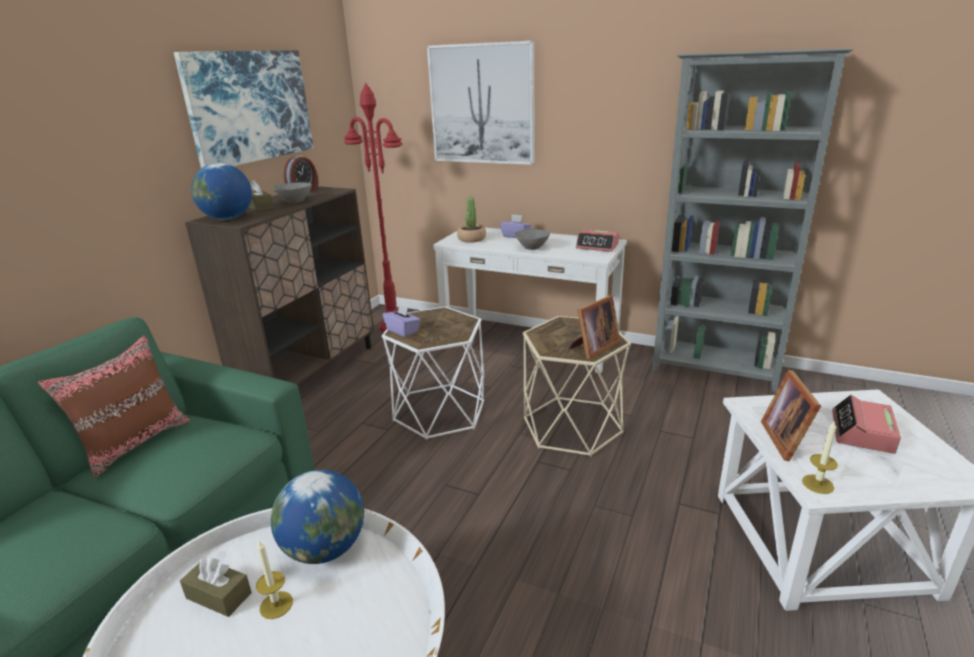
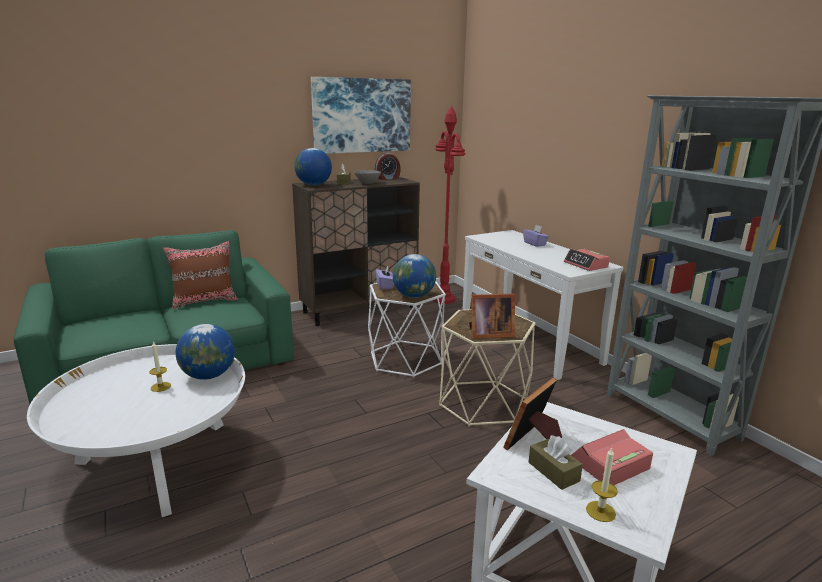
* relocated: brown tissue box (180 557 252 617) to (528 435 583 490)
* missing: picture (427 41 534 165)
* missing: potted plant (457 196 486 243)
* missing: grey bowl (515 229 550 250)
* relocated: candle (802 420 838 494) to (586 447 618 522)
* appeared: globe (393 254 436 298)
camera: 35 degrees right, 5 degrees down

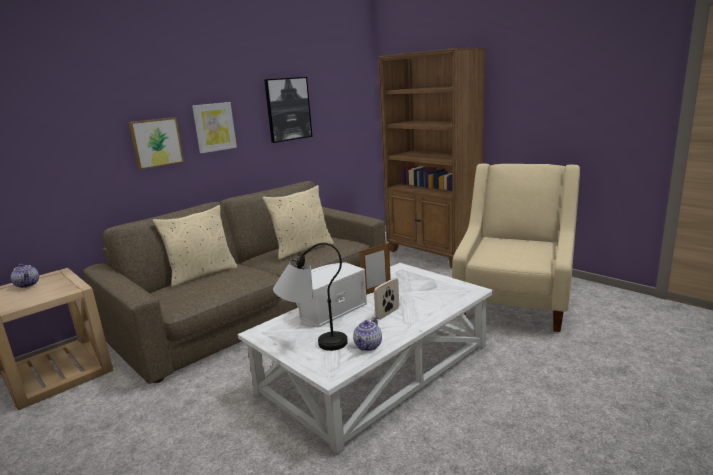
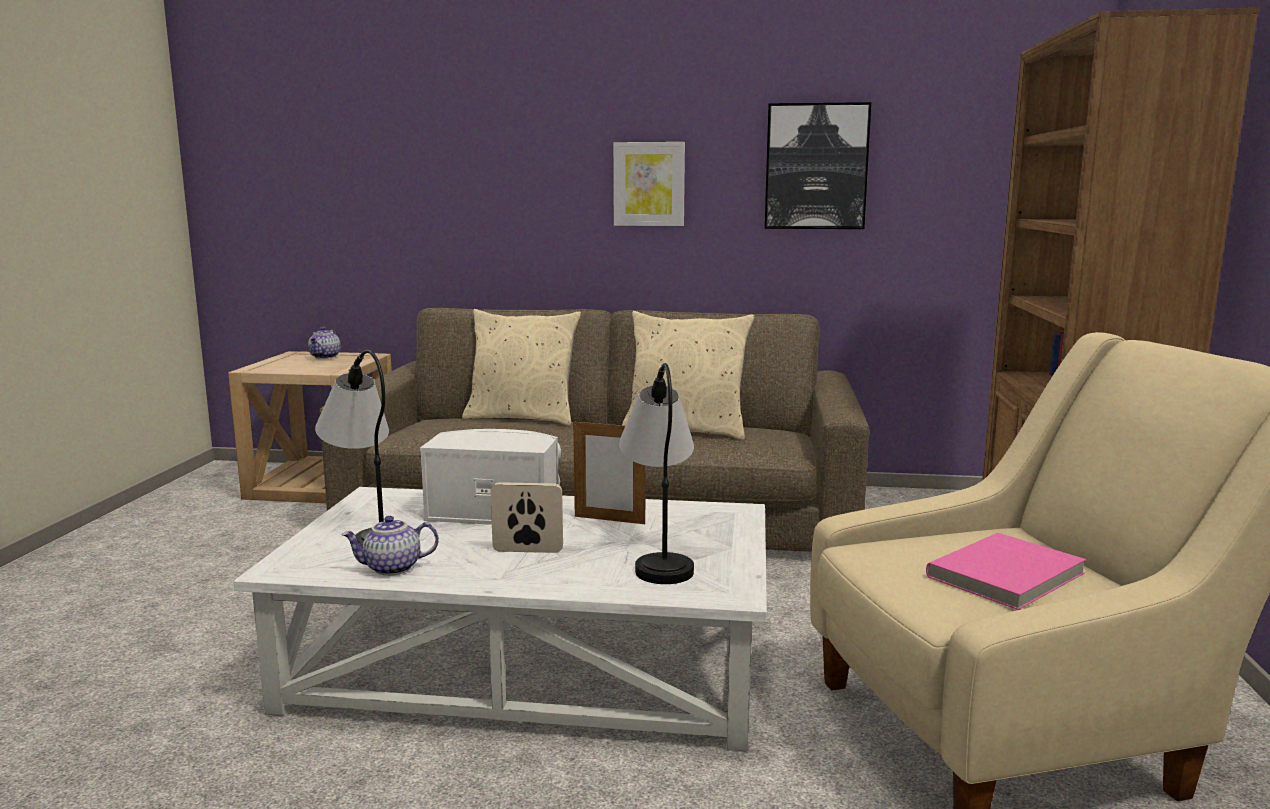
* missing: picture (128 117 184 170)
* appeared: table lamp (619 363 694 584)
* appeared: pink book (926 533 1086 610)
camera: 50 degrees right, 5 degrees down

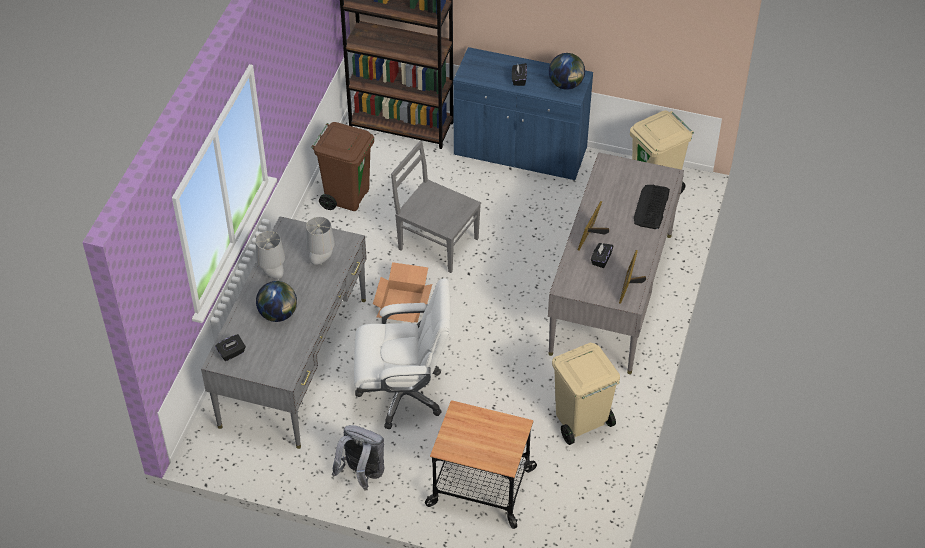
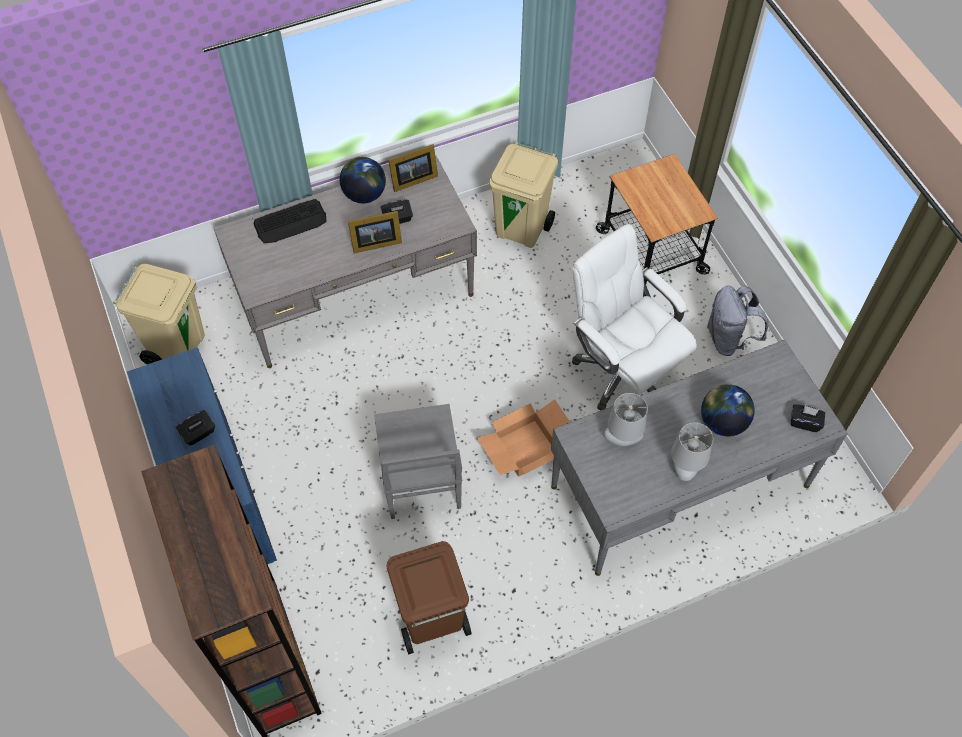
* relocated: globe (549 53 585 90) to (340 157 386 203)
camera: 130 degrees left, 10 degrees up

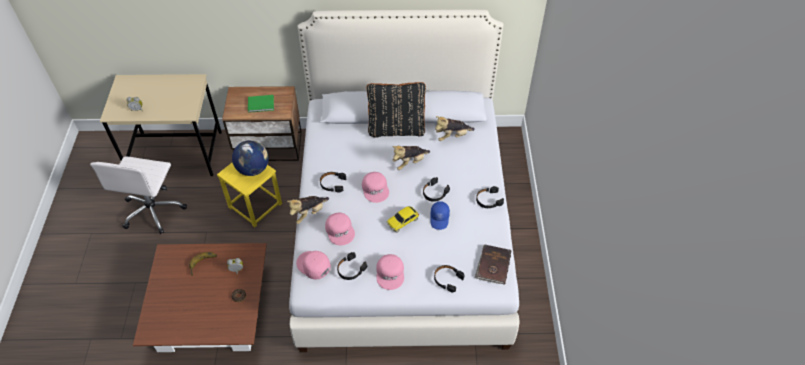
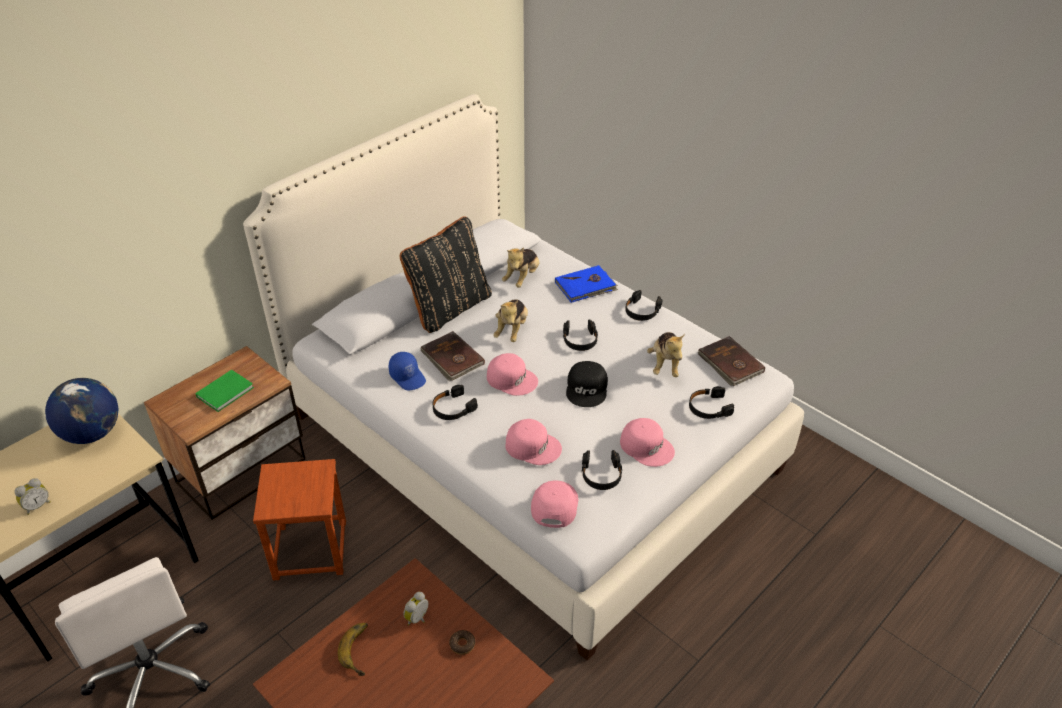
* colour: yellow stool (217 163 282 227) to brown stool (253 459 346 581)
* relocated: globe (232 140 269 176) to (45 378 118 444)
* relocated: plush toy (287 196 329 224) to (647 332 685 377)
* spun: pink cap (296 251 331 279) = (531 480 578 528) 105 degrees clockwise
* exchanged: toy car (387 206 419 233) to black cap (566 361 608 407)
* relocated: blue cap (431 201 450 230) to (389 352 426 390)
* appeared: brown book (421 331 485 381)
* appeared: blue book (555 265 618 303)
camera: 45 degrees left, 10 degrees down

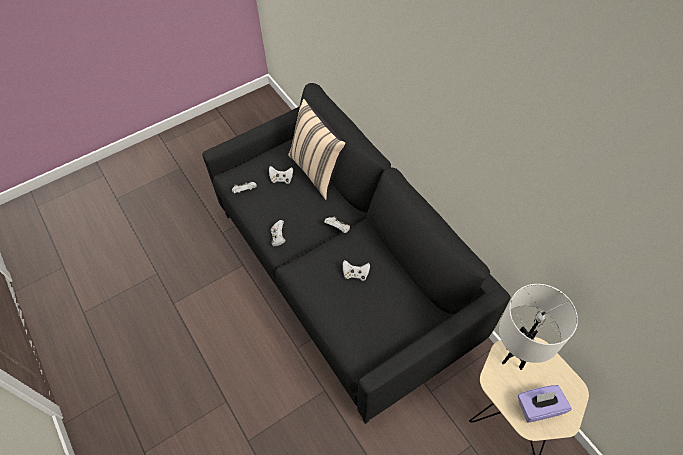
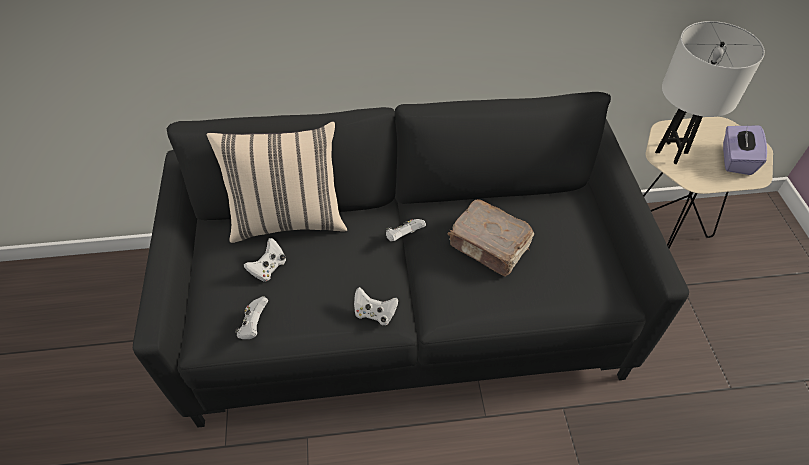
* exchanged: white game controller (343 260 370 281) to brown book (448 199 534 277)
camera: 65 degrees left, 5 degrees down

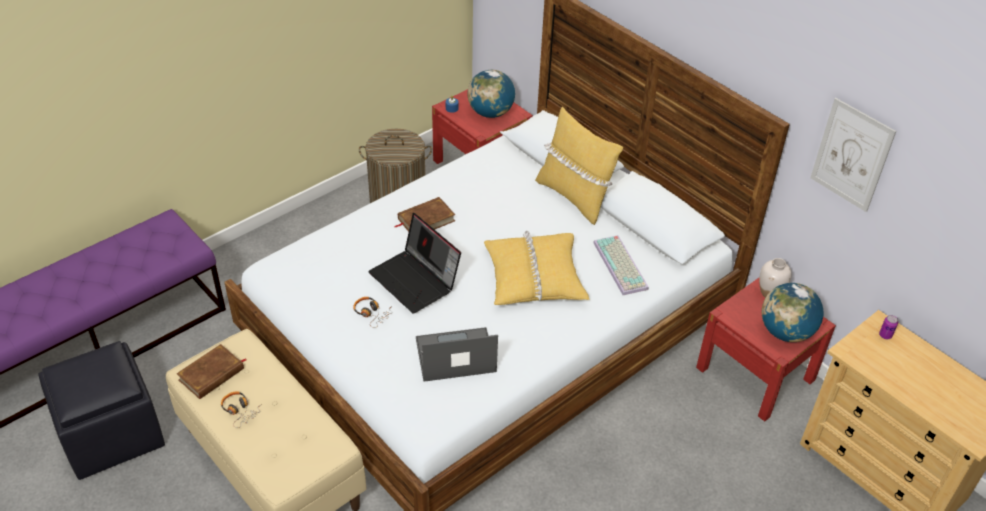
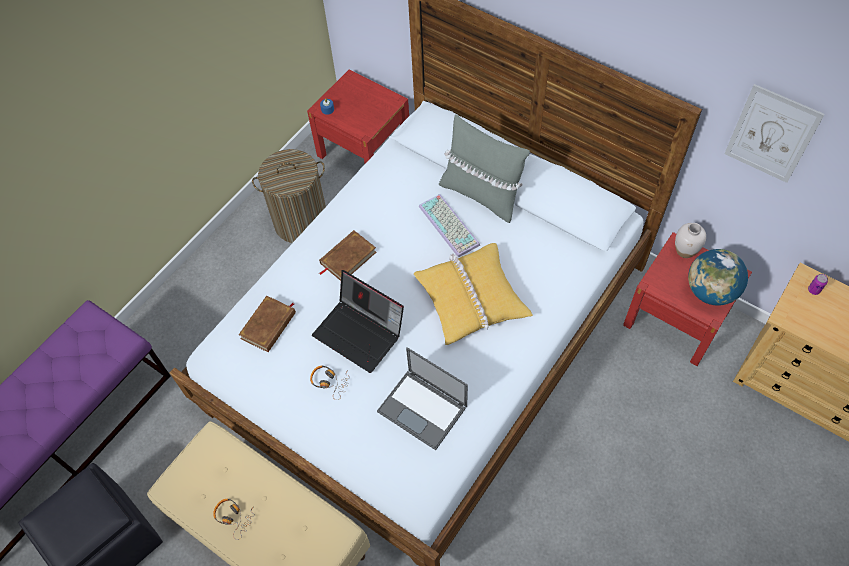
* relocated: brown book (177 344 246 399) to (239 296 296 352)
* spun: laptop (416 327 498 382) = (377 347 468 450) 120 degrees counterclockwise
* missing: globe (468 70 515 118)
* colour: yellow pillow (535 107 623 225) to grey pillow (439 114 530 223)
* relocated: keyboard (593 235 649 295) to (419 194 480 258)
camera: 10 degrees left, 15 degrees up

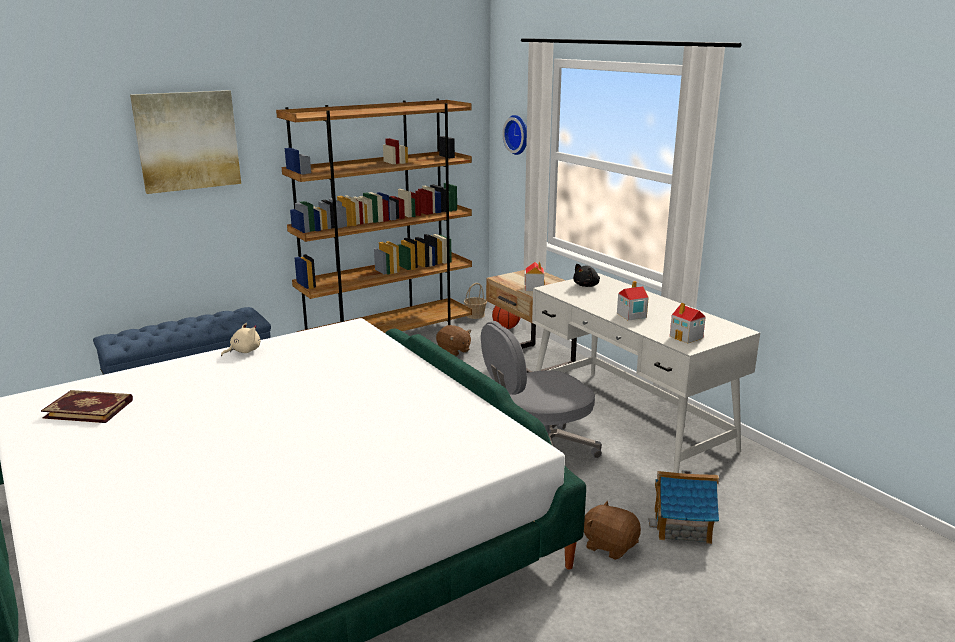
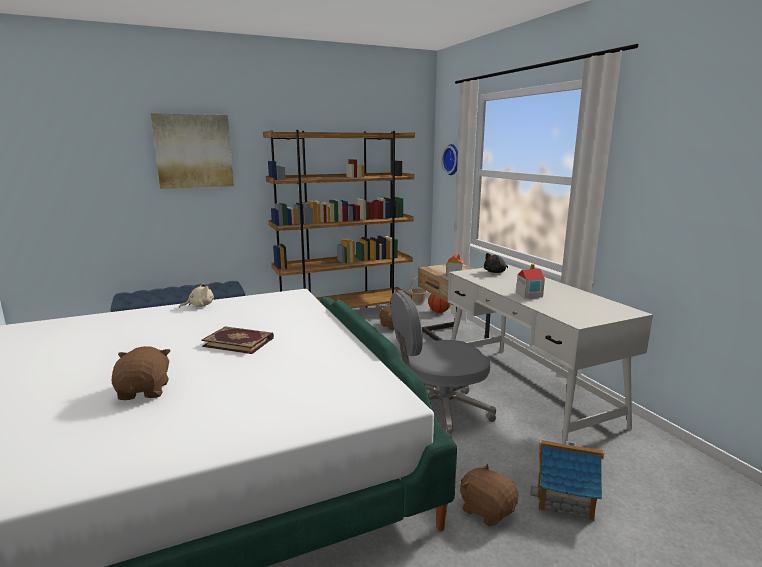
* relocated: book (41 390 133 423) to (201 326 274 354)
* missing: toy house (670 302 706 343)
* appeared: brown plush toy (112 346 171 400)
camera: 10 degrees right, 5 degrees down

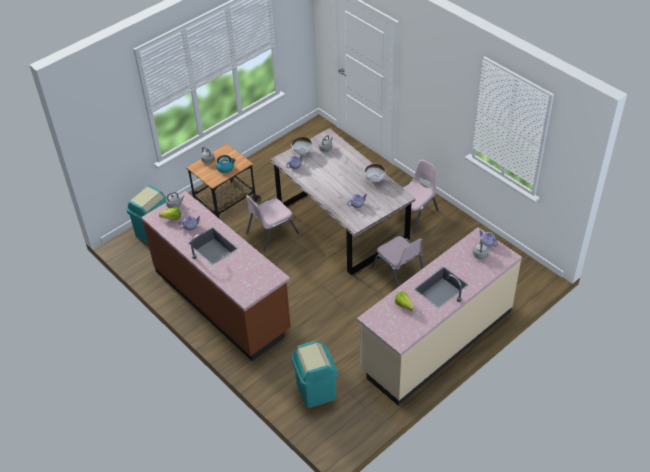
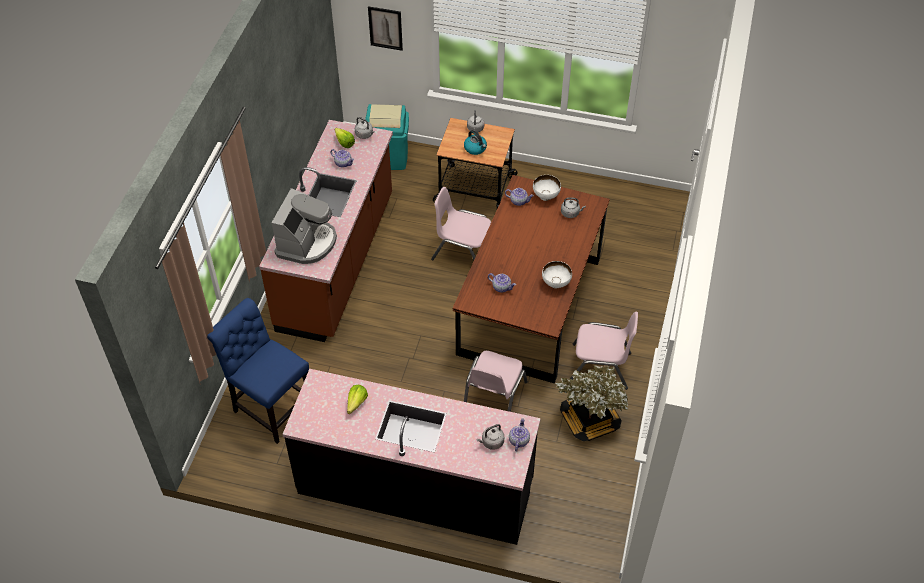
* colour: grey dining table (270 128 416 275) to brown dining table (453 175 610 384)
* exchanged: turquoise trash can (292 341 338 408) to blue chair (207 298 309 444)
* colour: beige counter (357 227 522 405) to black counter (283 369 541 545)
* appeared: coffee machine (272 188 337 264)
* appeared: picture (368 6 403 51)
* appeared: potted plant (556 365 628 441)
camera: 55 degrees right, 5 degrees up

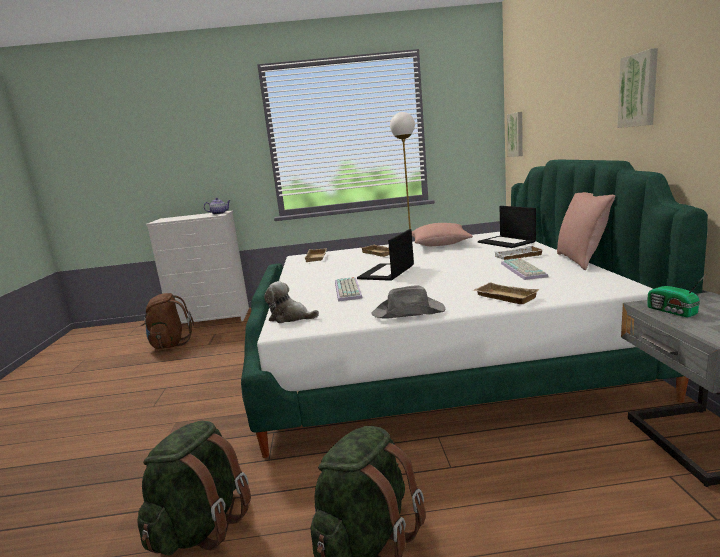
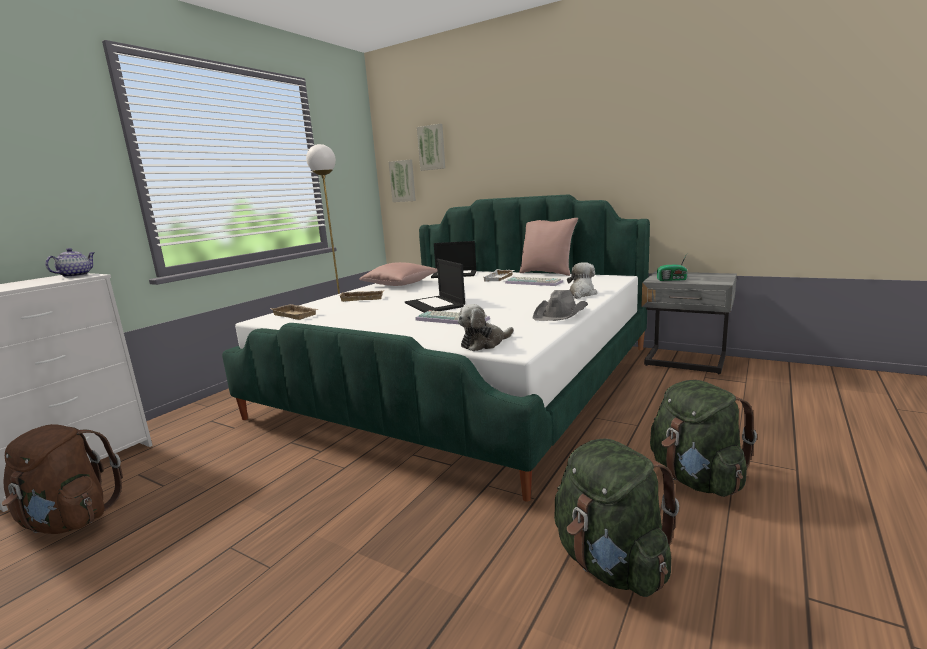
* exchanged: beige tray (473 282 540 304) to plush toy (567 262 597 299)
* relocated: picture (617 48 658 128) to (417 124 445 171)
camera: 55 degrees left, 0 degrees up

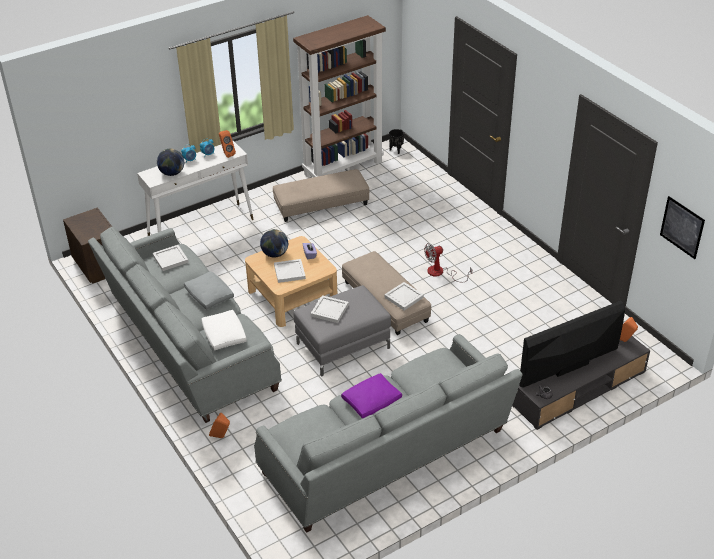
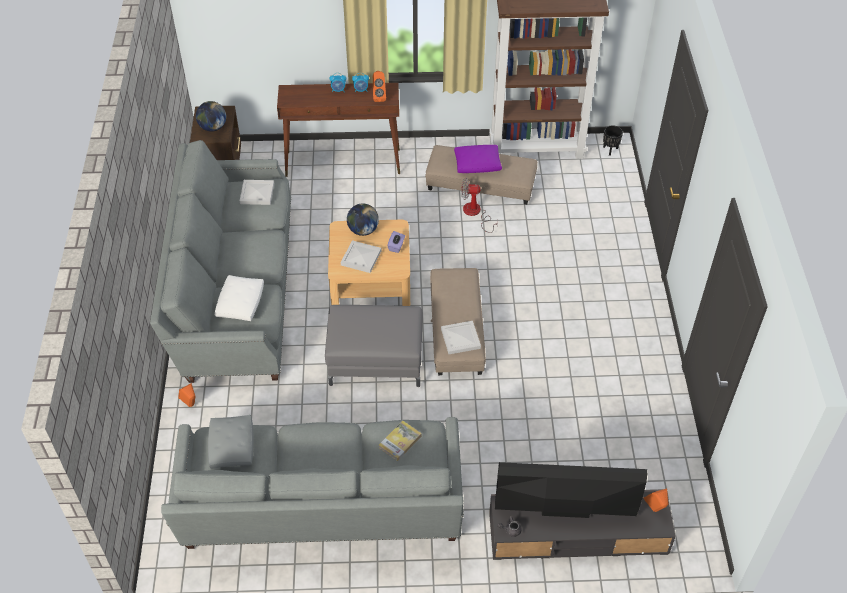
* colour: white console table (137 141 254 236) to brown console table (277 83 400 177)
* relocated: globe (157 148 184 176) to (196 101 226 132)
* relocated: grey pillow (184 271 234 310) to (208 415 254 469)
* missing: white tray (311 295 349 323)
* relocated: purple pillow (341 373 402 418) to (454 145 502 173)
* relocated: fan (424 243 472 282) to (461 178 498 233)
* missing: picture (660 196 705 259)
* appeared: book (379 421 421 461)
camera: 30 degrees right, 10 degrees up

